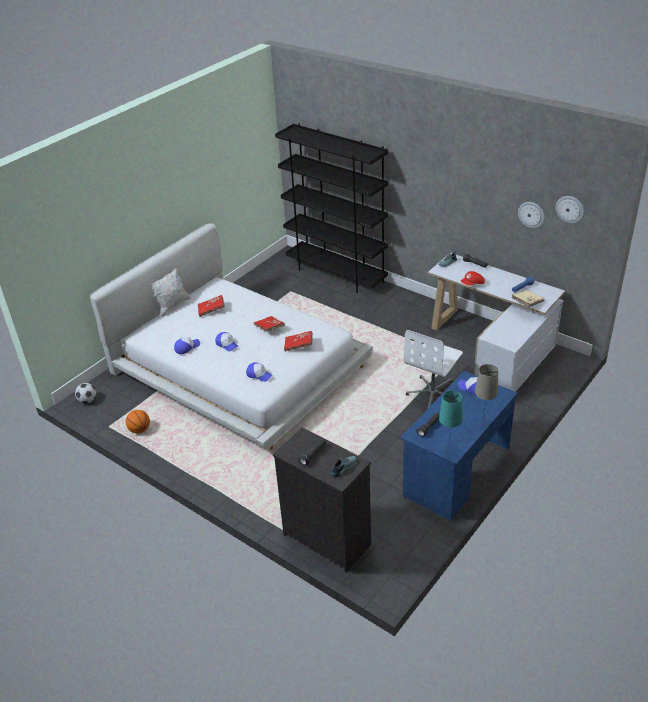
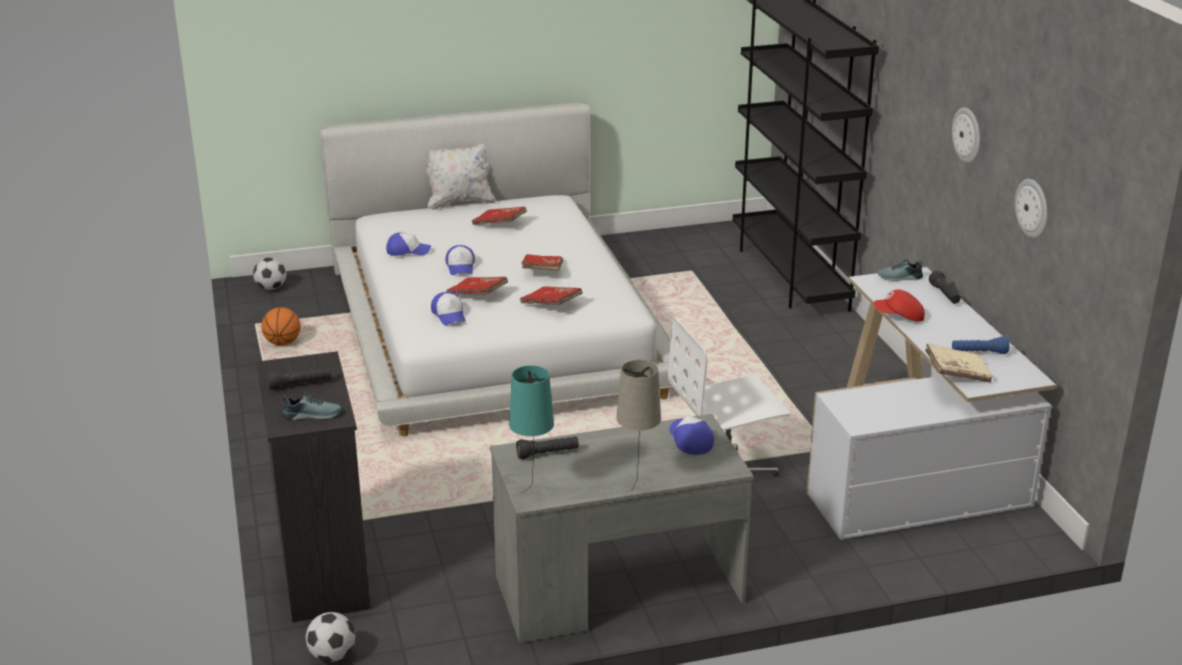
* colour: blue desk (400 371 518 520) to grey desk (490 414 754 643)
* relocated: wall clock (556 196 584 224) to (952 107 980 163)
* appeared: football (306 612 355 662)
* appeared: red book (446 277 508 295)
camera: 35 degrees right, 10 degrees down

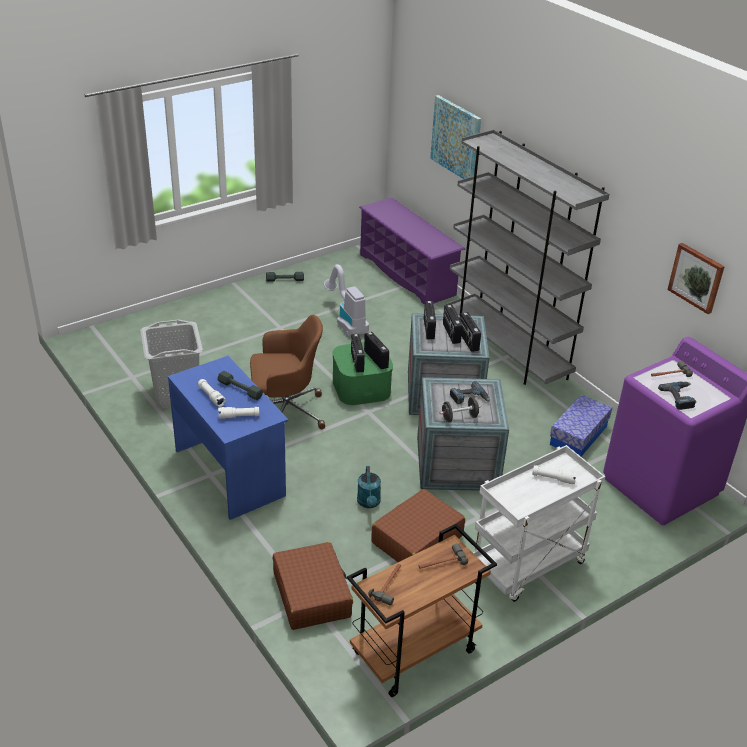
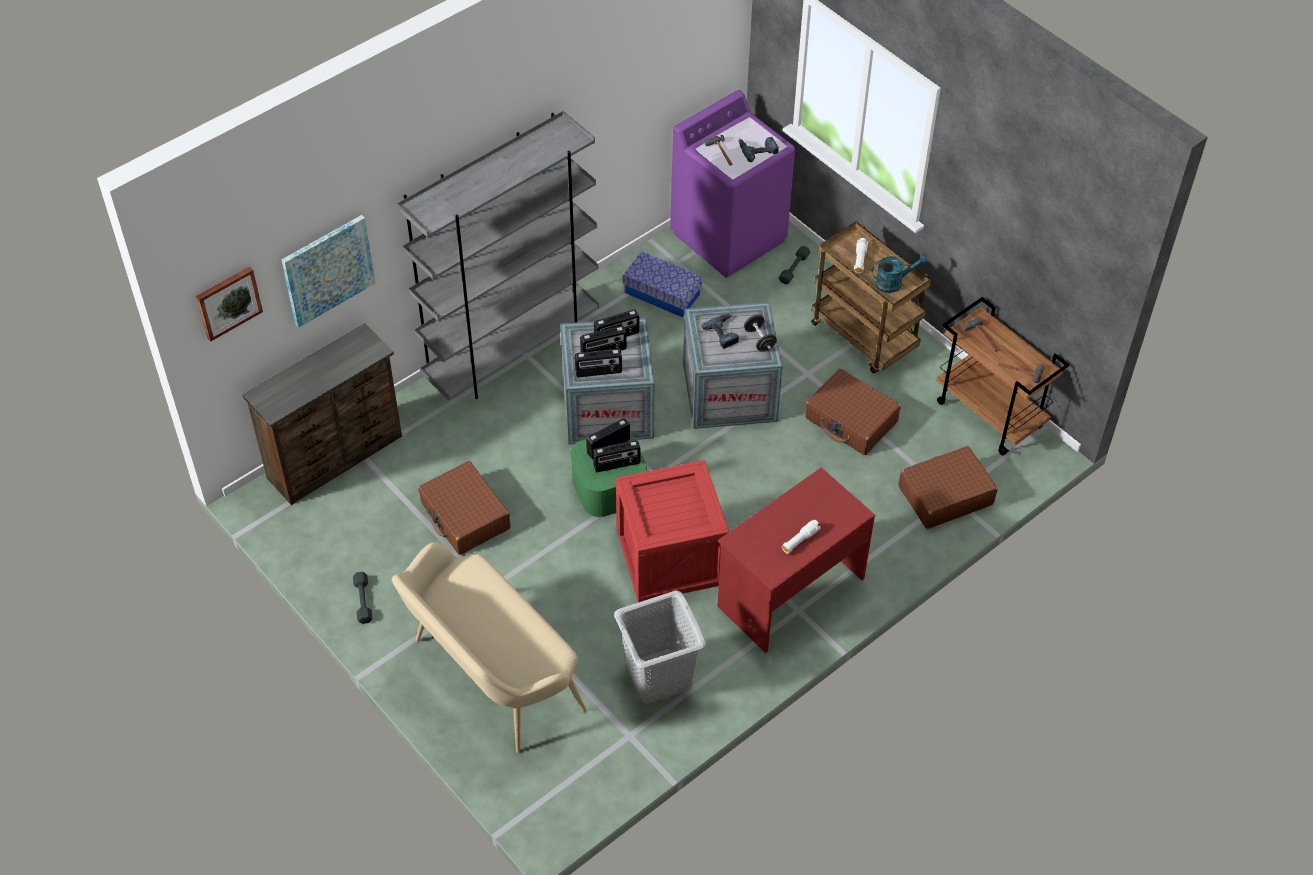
* colour: blue desk (168 356 288 520) to red desk (717 467 875 653)
* relocated: grey dumbbell (217 371 263 400) to (779 246 810 285)
* missing: white flashlight (218 407 259 419)
* exchanged: brown office chair (250 315 325 429) to crate (616 460 729 603)
* exchanged: vacuum cleaner (324 264 369 337) to brown suitcase (418 461 510 555)
* relocated: turquoise watering can (357 466 381 508) to (871 253 929 293)
* exchanged: purple shoe rack (359 198 465 305) to brown dresser (242 323 402 505)
* colour: white cart (473 445 605 602) to brown cart (811 222 931 373)
* relocated: picture (668 243 725 314) to (196 267 263 341)
* appeared: beige bench (392 542 587 753)
camera: 95 degrees left, 15 degrees up

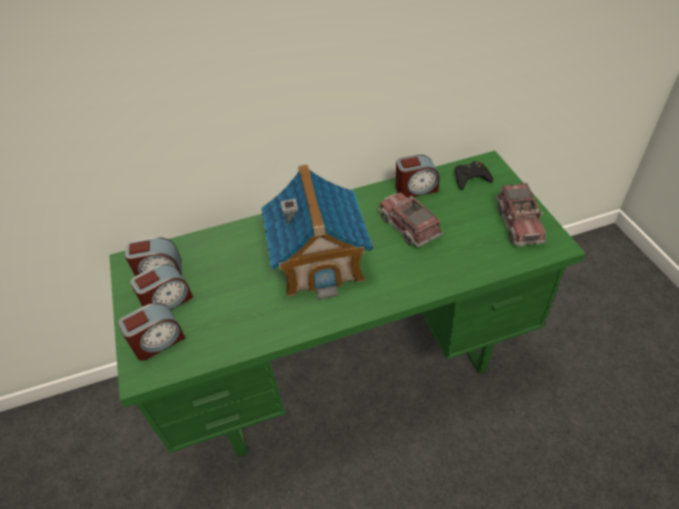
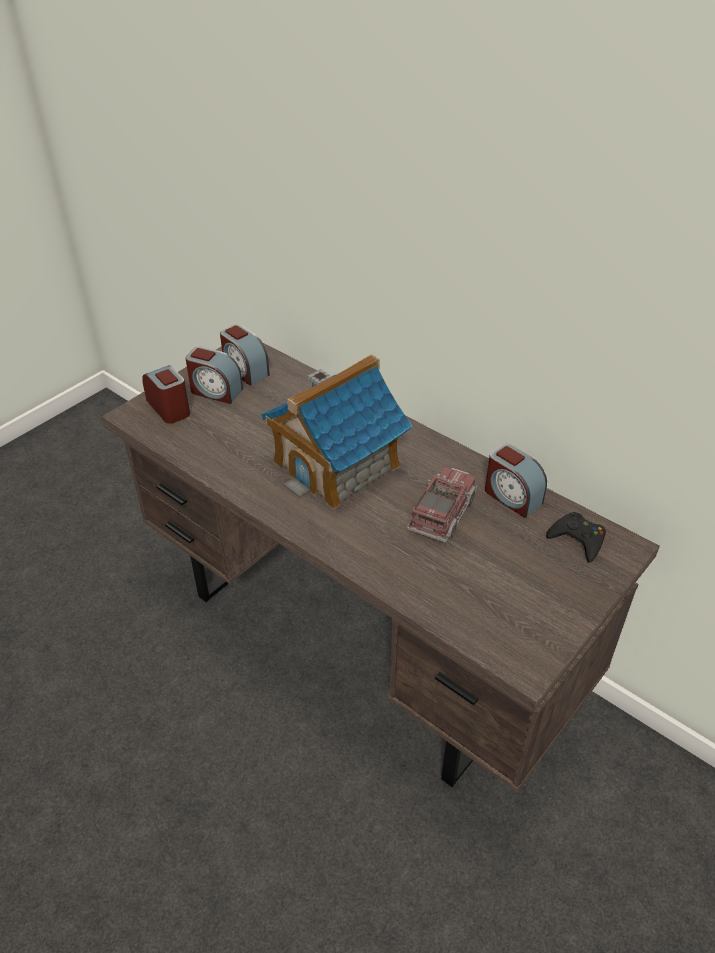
* colour: green desk (109 151 586 457) to brown desk (101 342 660 792)
* spun: alarm clock (118 303 185 361) = (142 365 190 424) 150 degrees counterclockwise
* missing: toy truck (496 183 546 246)
camera: 55 degrees right, 5 degrees down

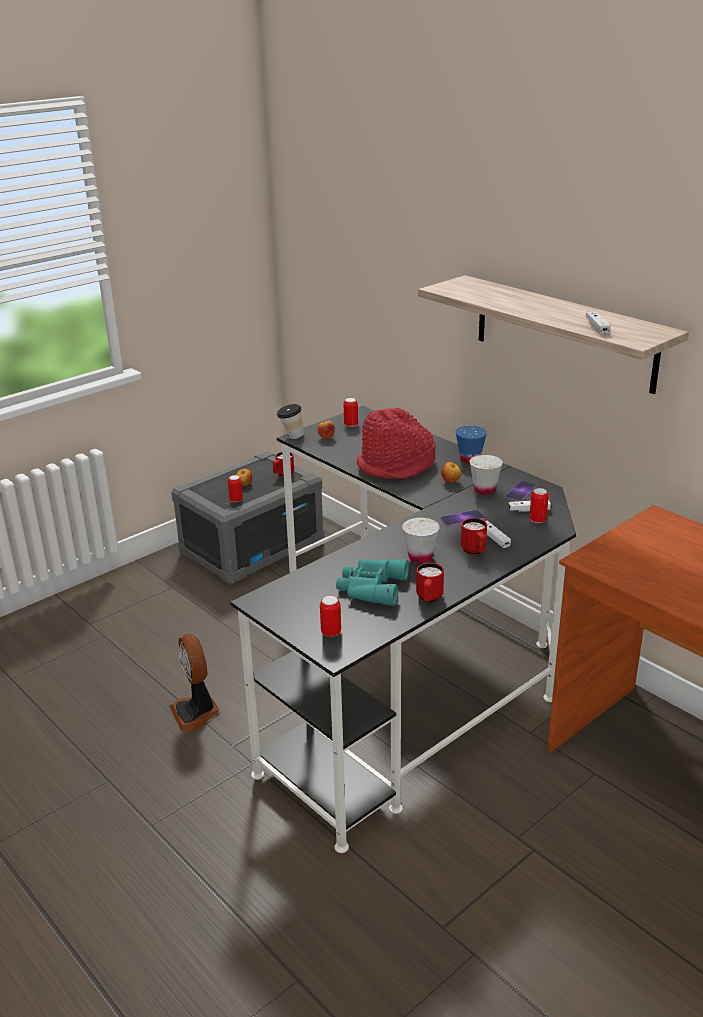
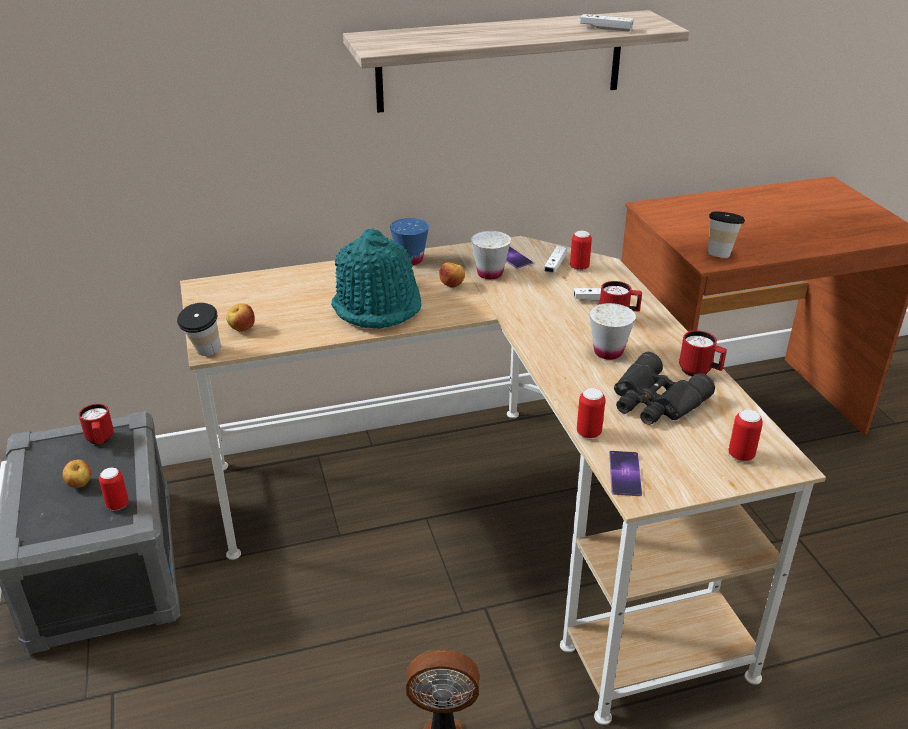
* colour: black desk (230 406 576 853) to beige desk (180 236 826 725)
* colour: turquoise binoculars (336 559 409 606) to black binoculars (614 352 715 425)
* relocated: can (344 398 358 427) to (577 388 605 438)
* colour: red hat (357 408 435 479) to turquoise hat (331 228 422 329)
* relocated: phone (440 509 485 527) to (609 451 642 496)
* appeared: cup (708 212 745 258)
camera: 65 degrees left, 5 degrees up

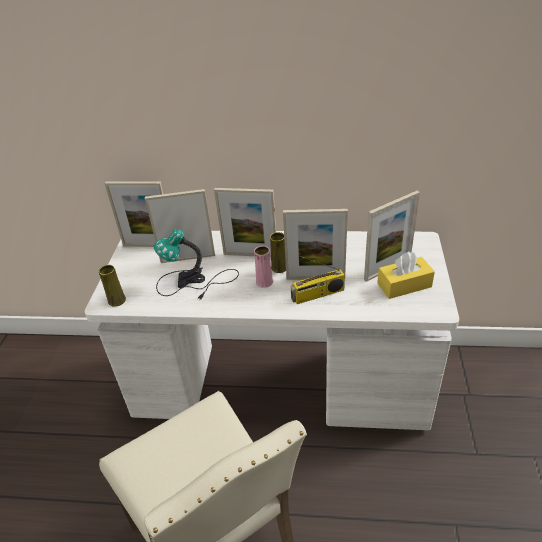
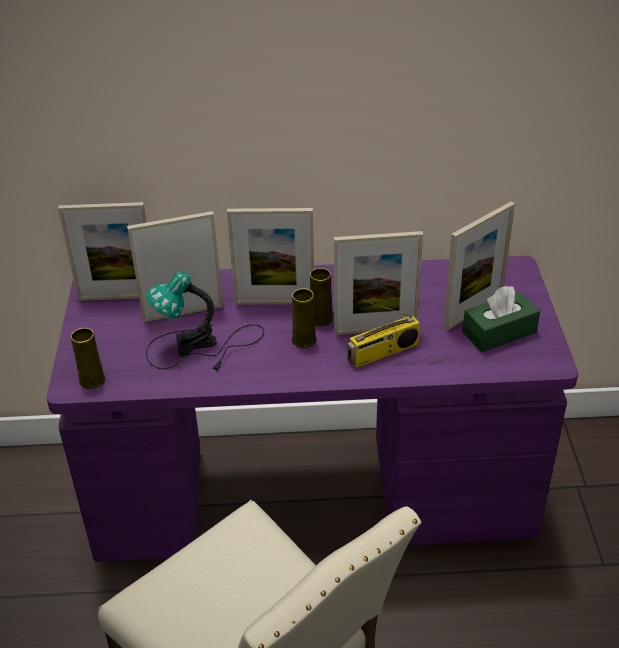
* colour: white desk (84 231 459 430) to purple desk (47 256 578 562)
* colour: pink vase (254 246 273 288) to yellow vase (292 288 317 348)
* colour: yellow tissue box (377 252 435 299) to green tissue box (462 286 540 352)
camera: 10 degrees left, 0 degrees up

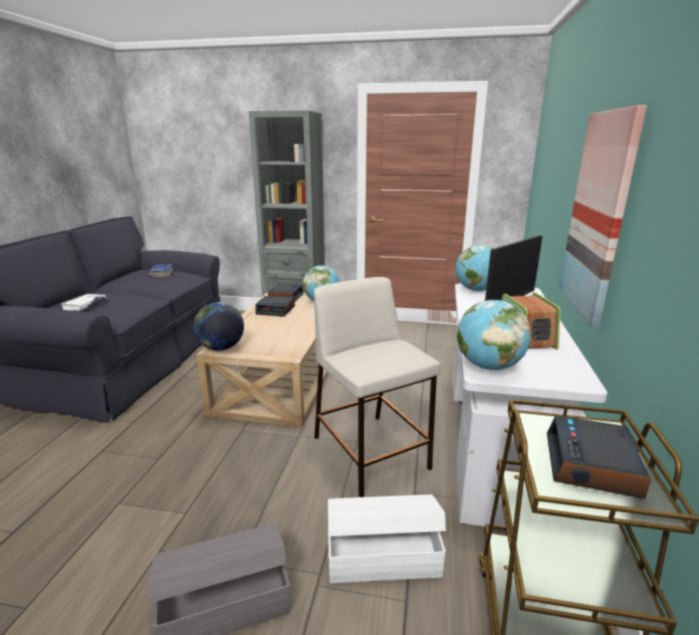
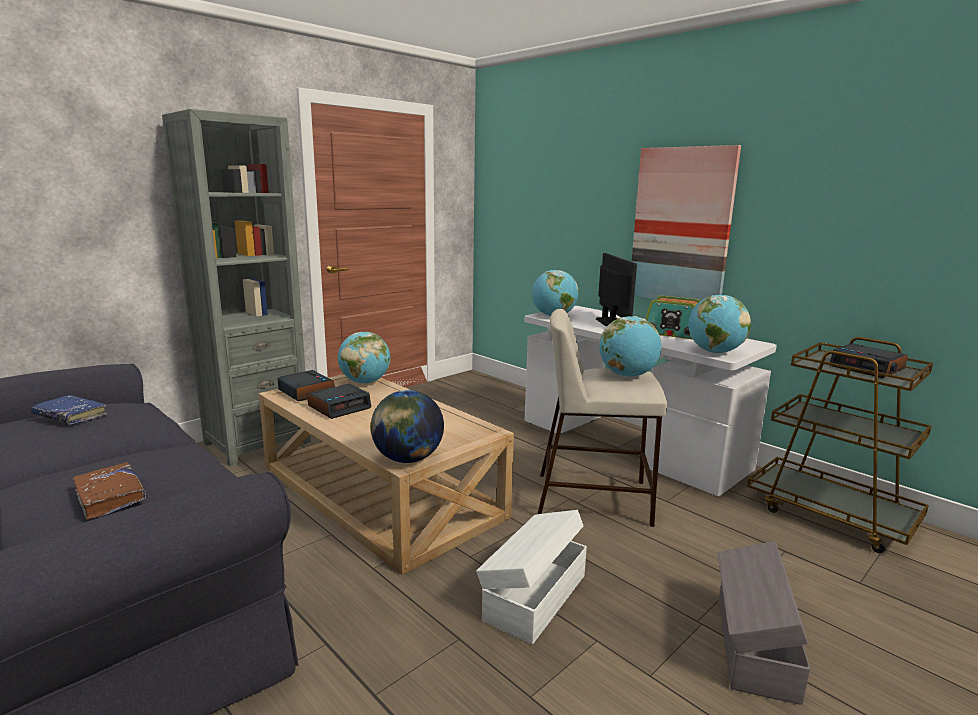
* colour: white book (61 294 107 311) to brown book (73 463 146 520)
* relocated: white storage box (328 494 446 583) to (476 510 587 644)
* appeared: globe (600 316 661 377)
camera: 55 degrees left, 5 degrees down

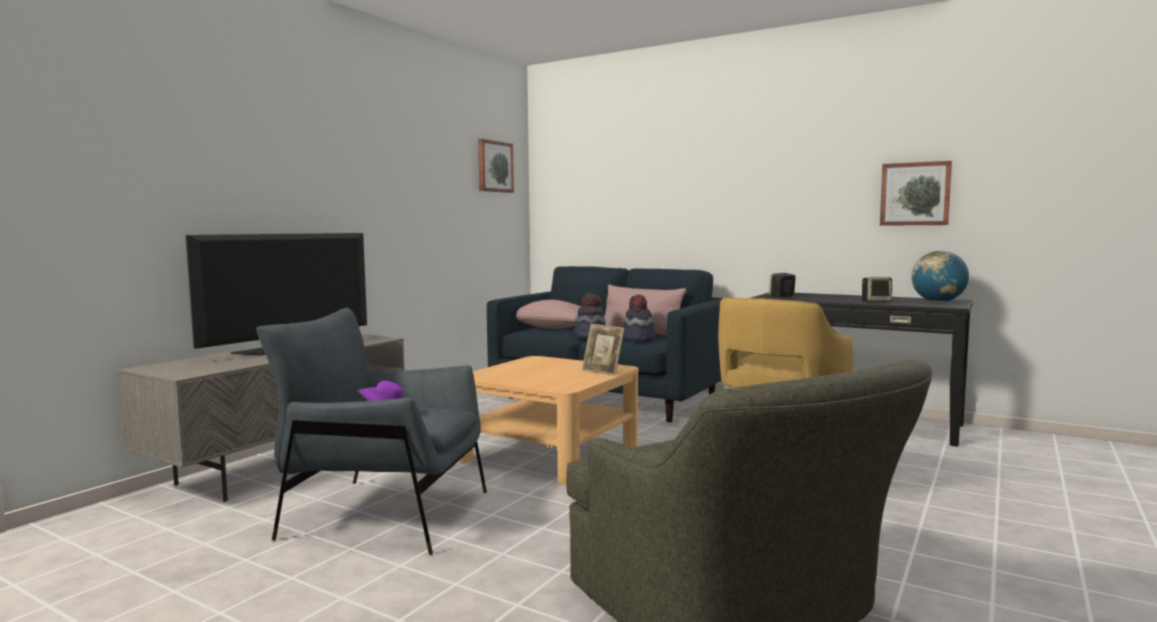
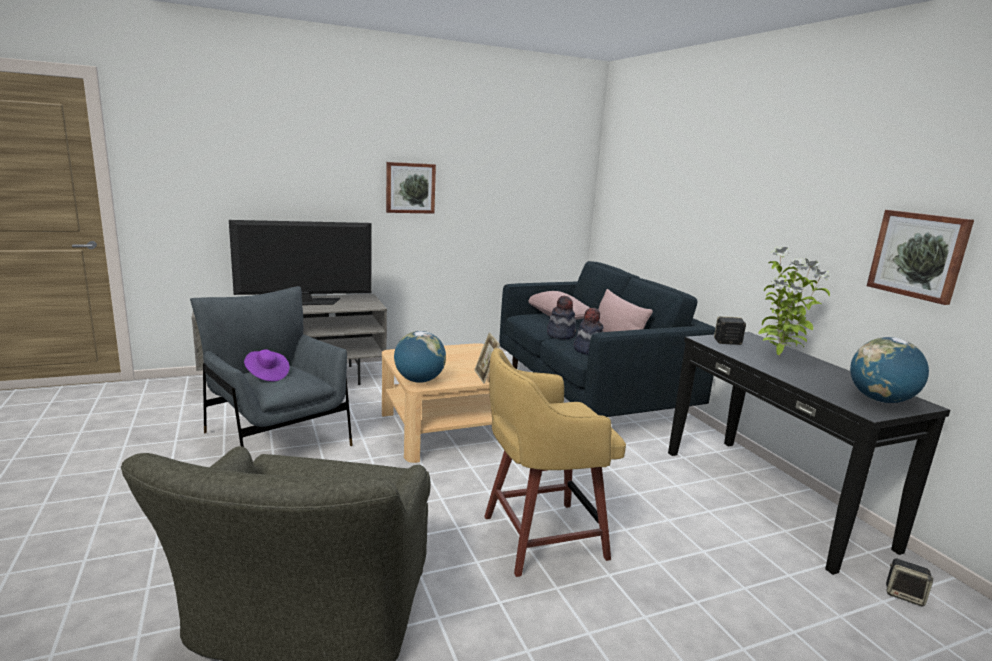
* relocated: picture (478 139 514 193) to (386 162 436 214)
* relocated: speaker (862 277 892 302) to (886 558 934 606)
* appeared: globe (394 331 446 383)
* appeared: potted plant (758 247 831 357)
camera: 35 degrees right, 10 degrees up

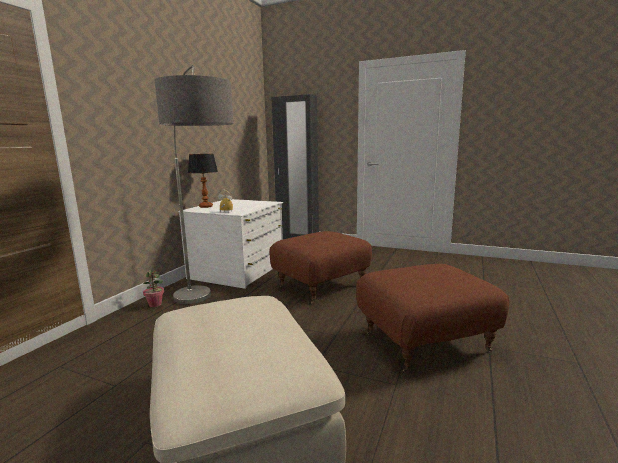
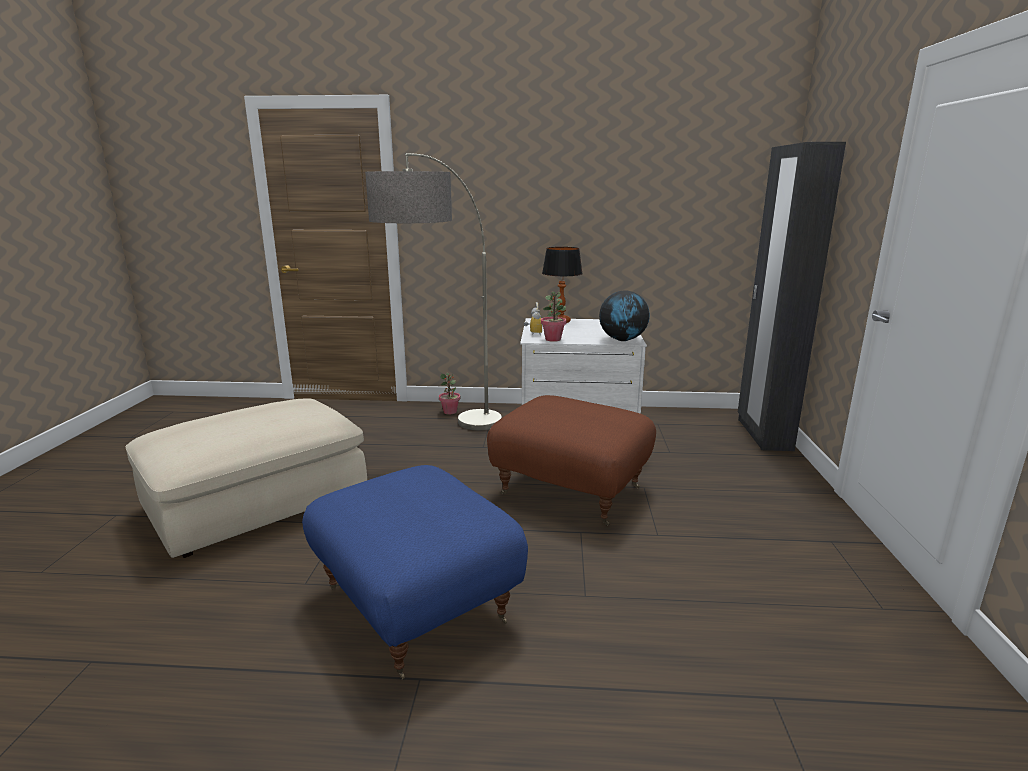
* colour: brown ottoman (356 264 509 373) to blue ottoman (302 465 528 680)
* appeared: potted plant (541 291 567 342)
* appeared: globe (599 291 650 341)
camera: 70 degrees right, 5 degrees up

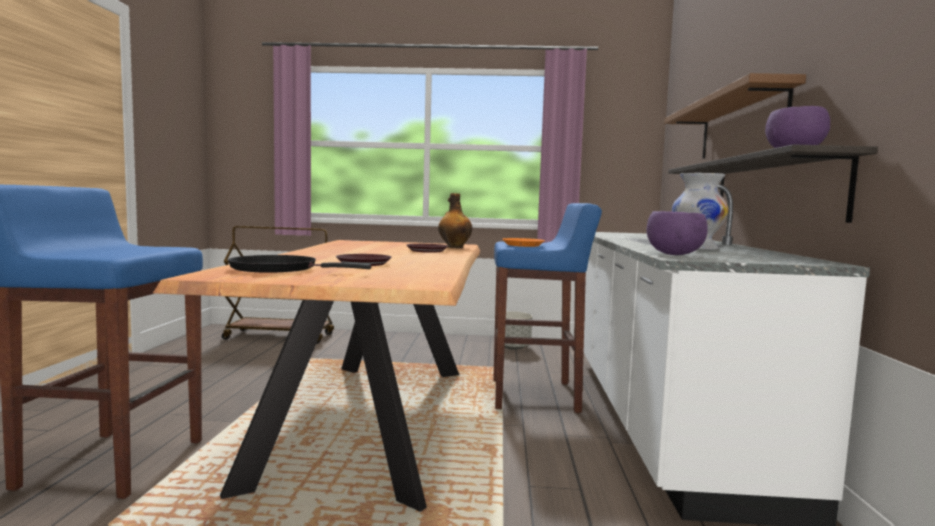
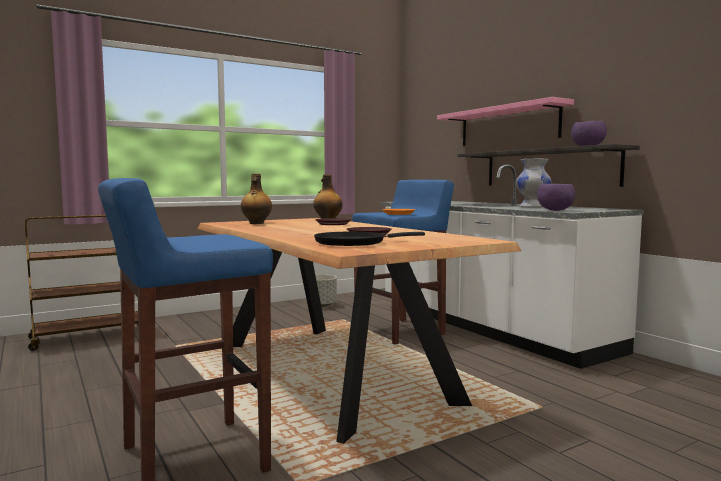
* colour: brown shelf (664 73 806 159) to pink shelf (437 97 574 146)
* appeared: bottle (241 174 272 224)
camera: 35 degrees left, 0 degrees up

